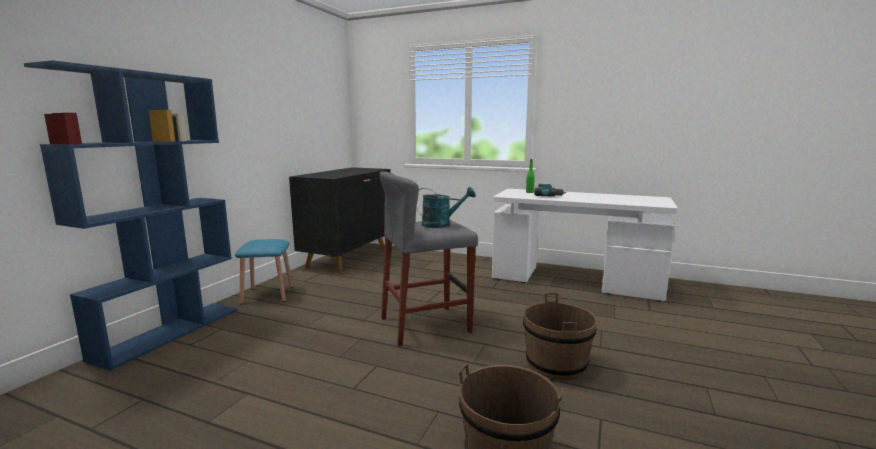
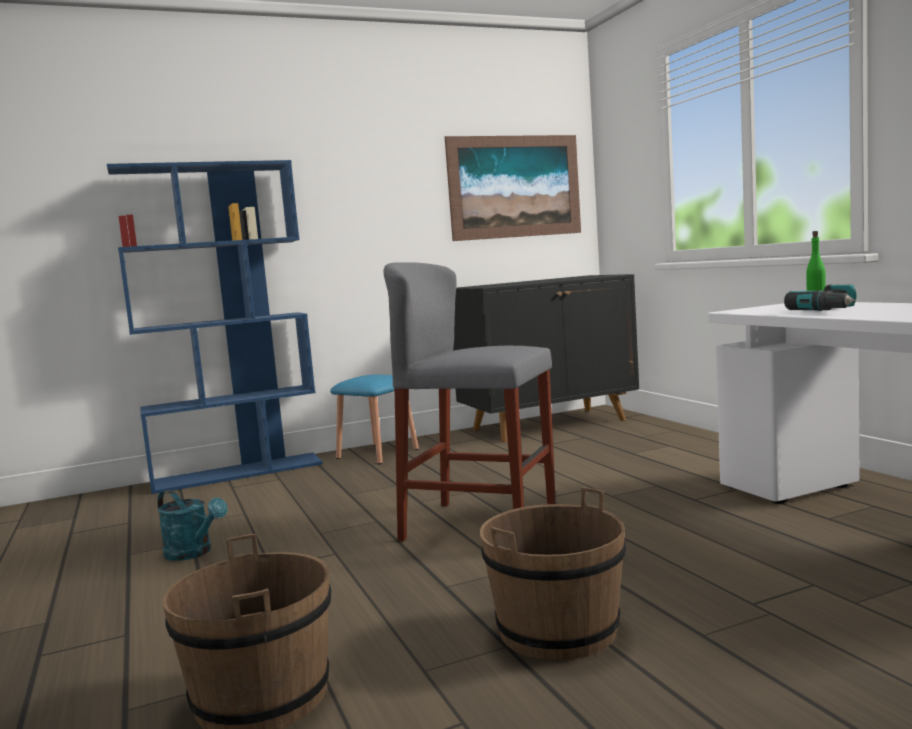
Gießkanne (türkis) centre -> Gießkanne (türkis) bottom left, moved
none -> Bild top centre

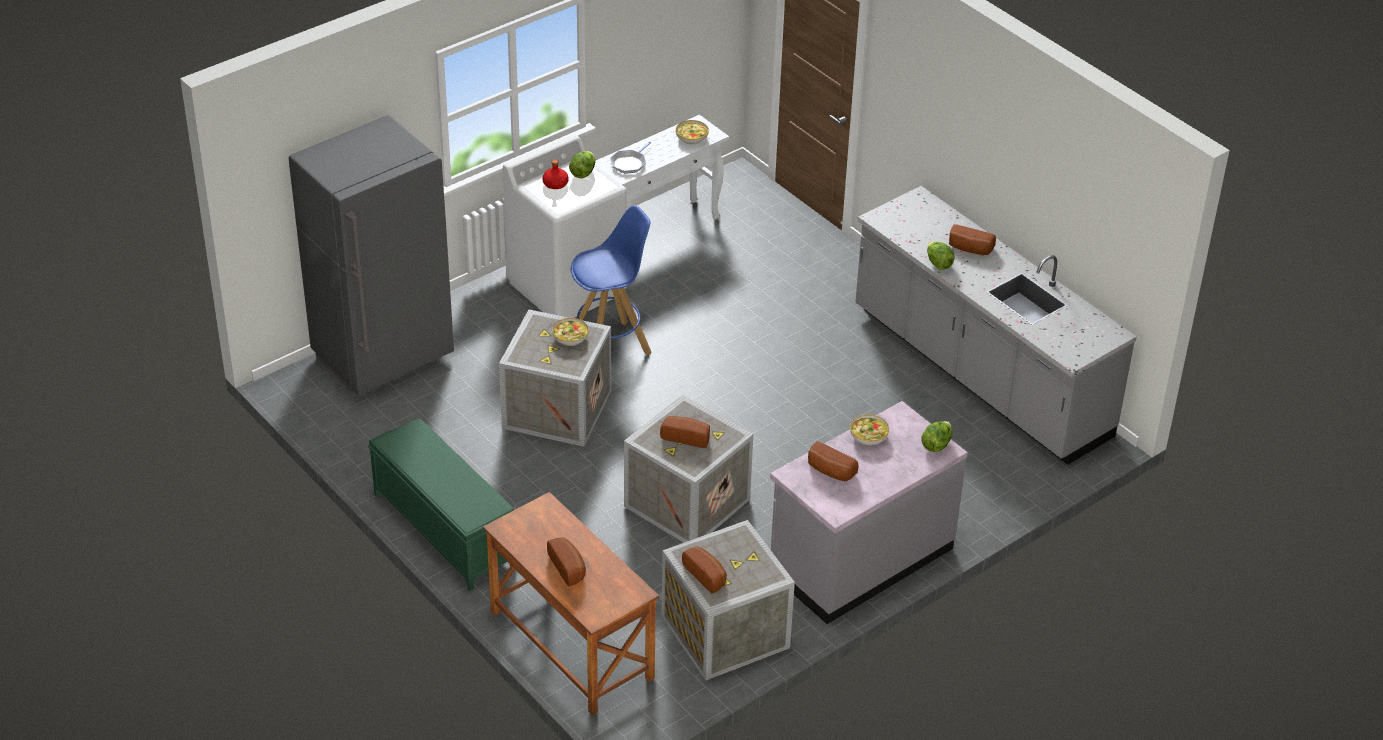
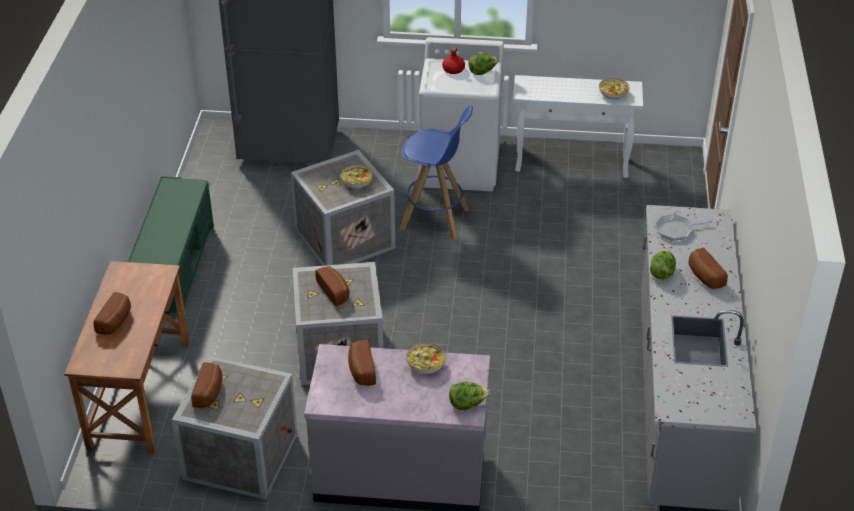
Pfanne top centre -> Pfanne middle right, moved

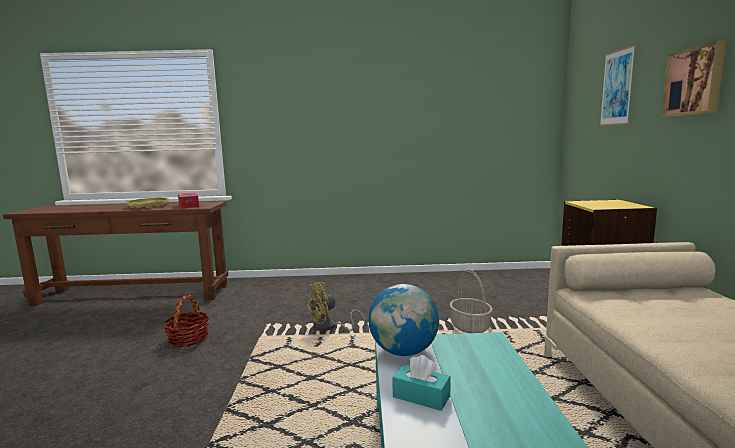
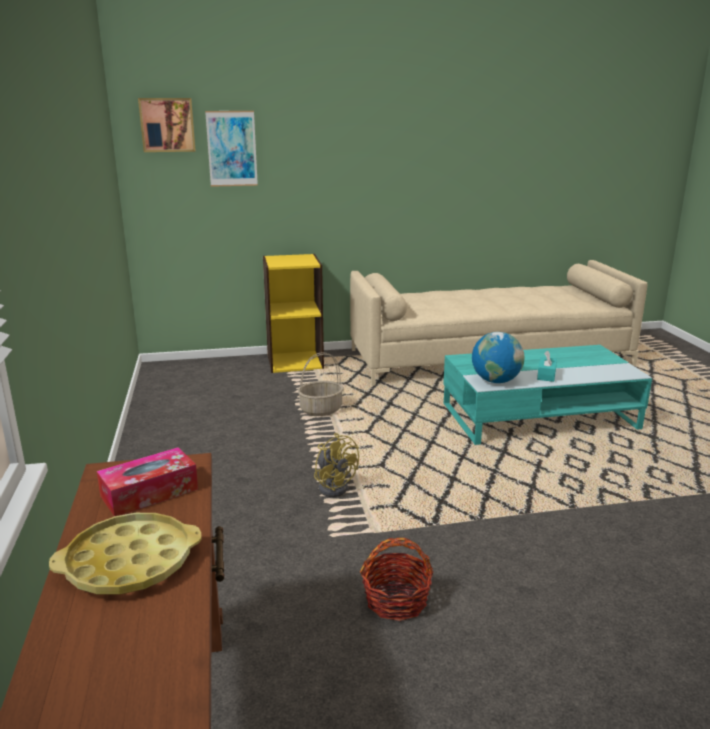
Bild (2nd from left in the first image) top right -> Bild (1st from left) top left, moved

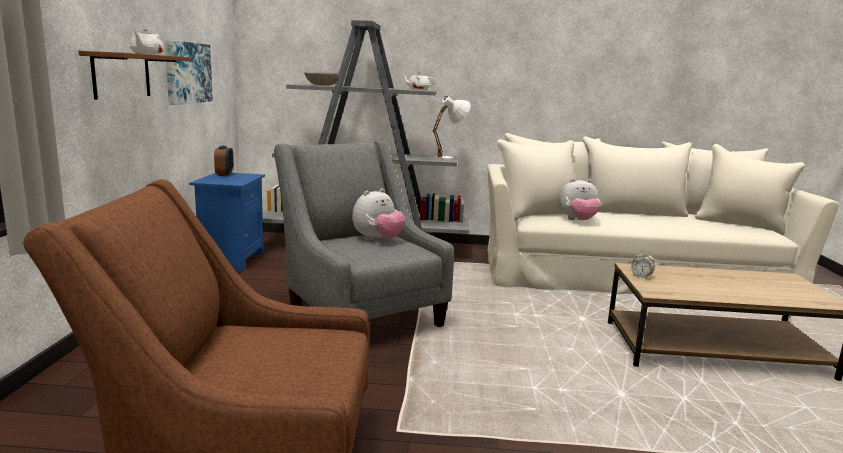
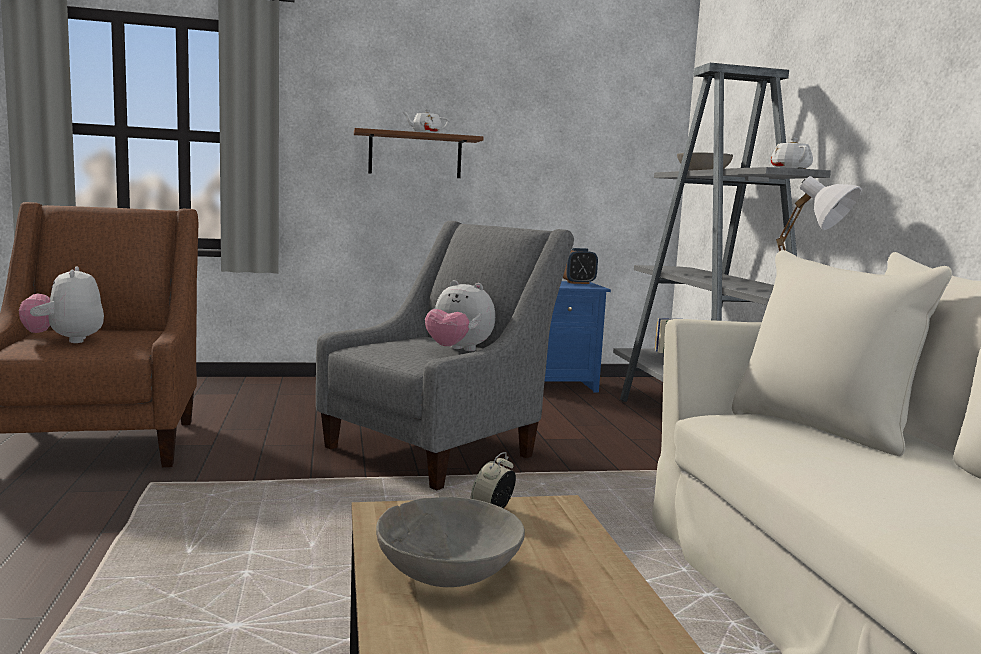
Bild top left -> none
Plüschtier (2nd from left in the first image) middle right -> Plüschtier (1st from left) middle left, moved
none -> Schüssel (grau) (1st from left) bottom centre

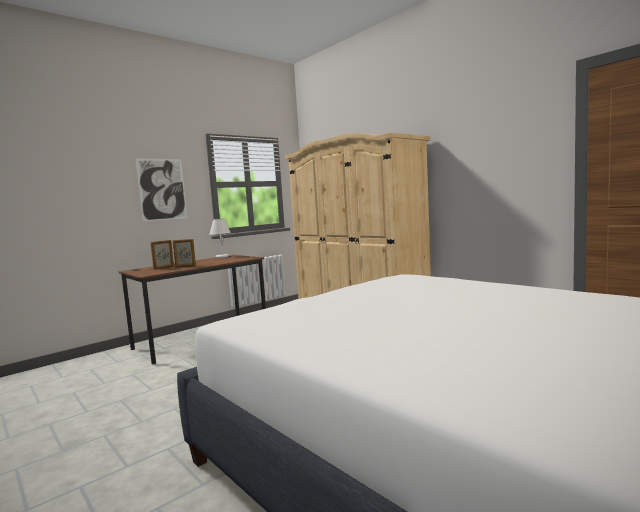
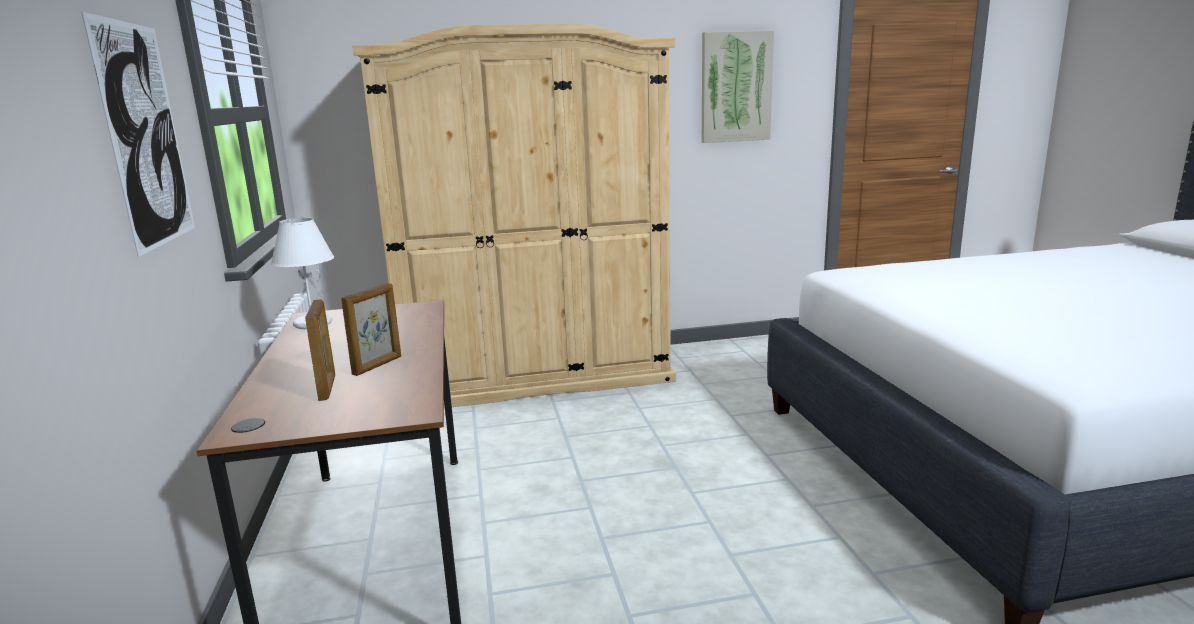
none -> Bild (2nd from left) top centre

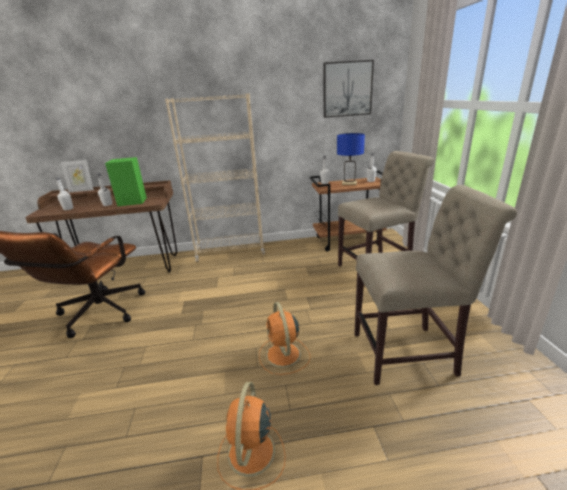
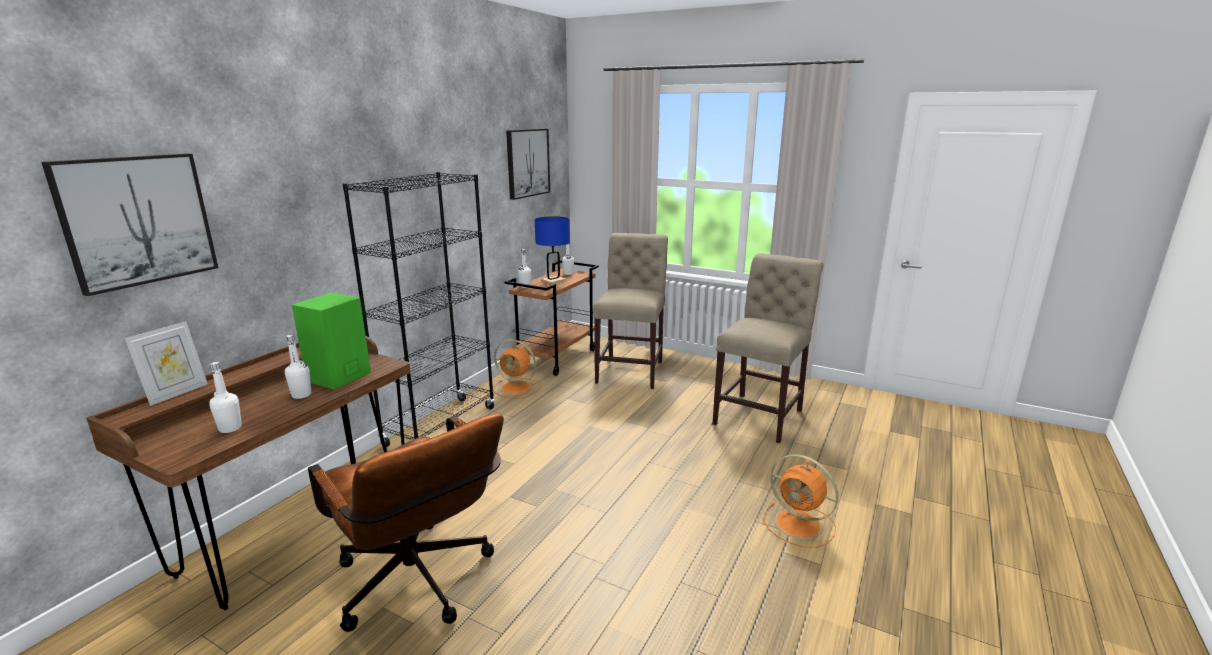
Bücherregal (beige) centre -> Bücherregal (schwarz) centre
Ventilator (orange) (2nd from left in the first image) bottom centre -> Ventilator (orange) (1st from left) centre, moved
none -> Bild (1st from left) middle left

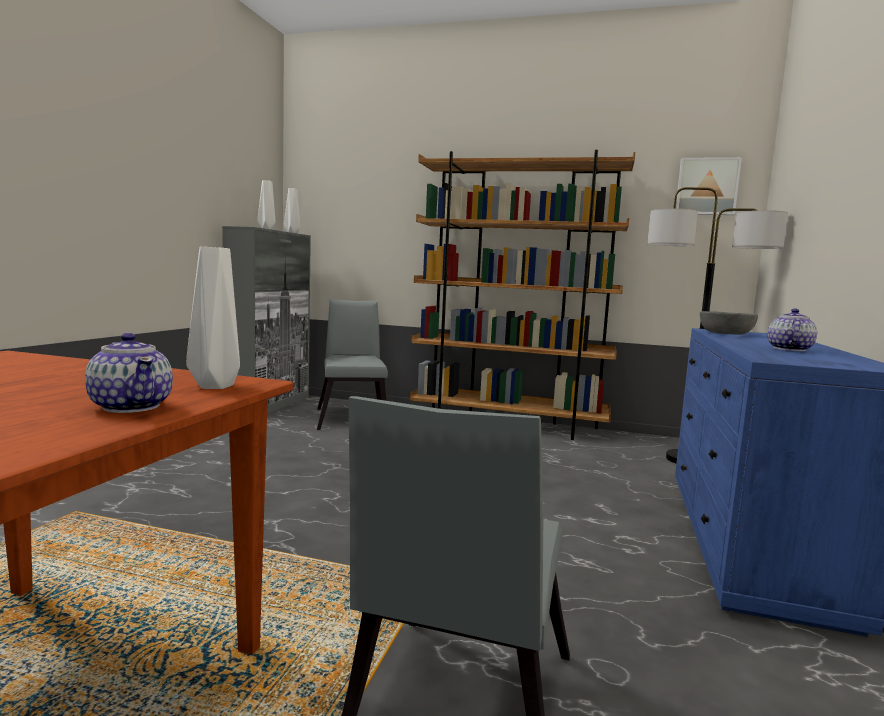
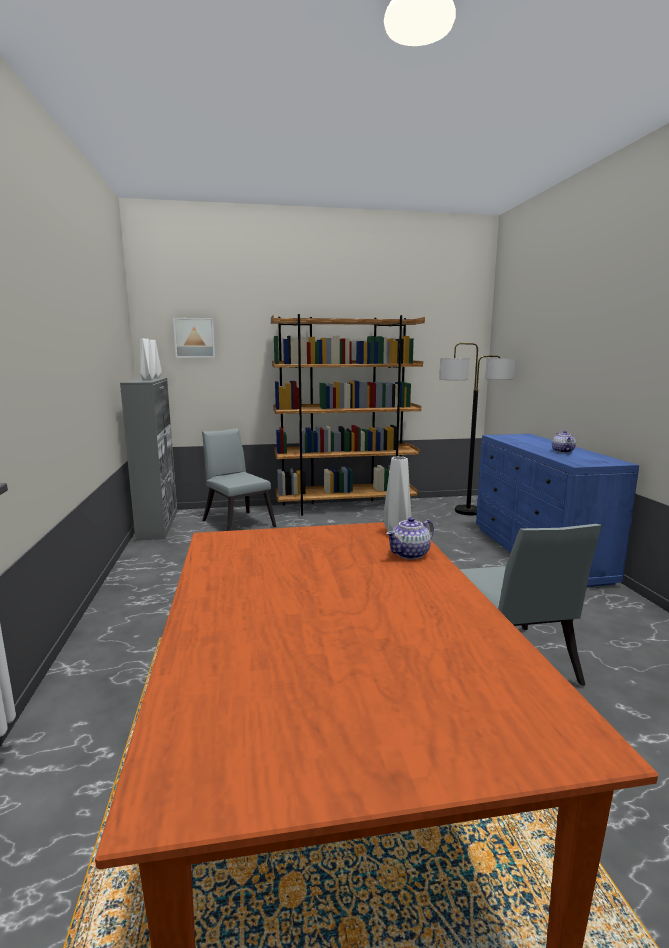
Bild top right -> Bild middle left, moved
Schüssel (grau) middle right -> none
Teekanne (1st from left) middle left -> Teekanne (1st from left) centre, 120 degrees clockwise

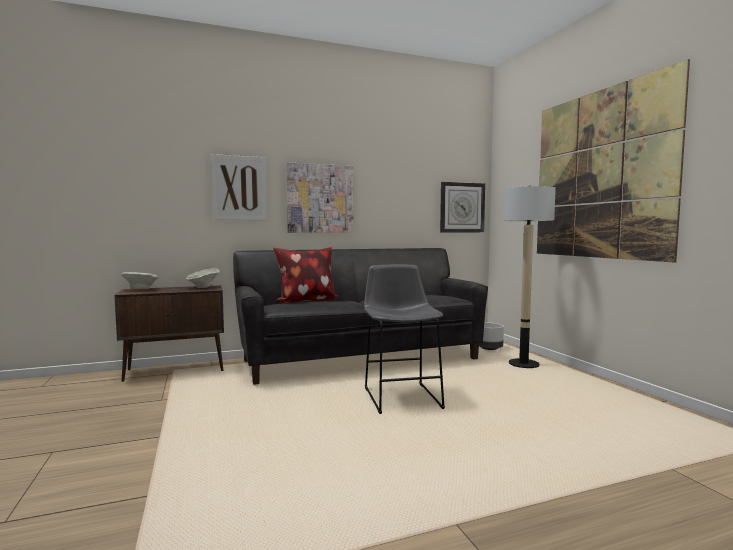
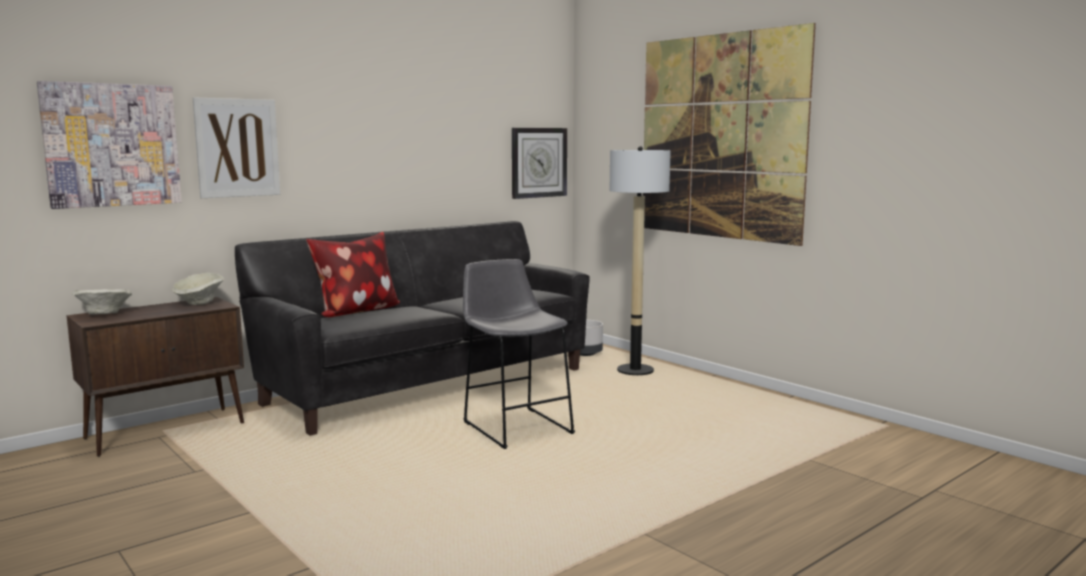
Bild (2nd from left in the first image) centre -> Bild (1st from left) top left, moved

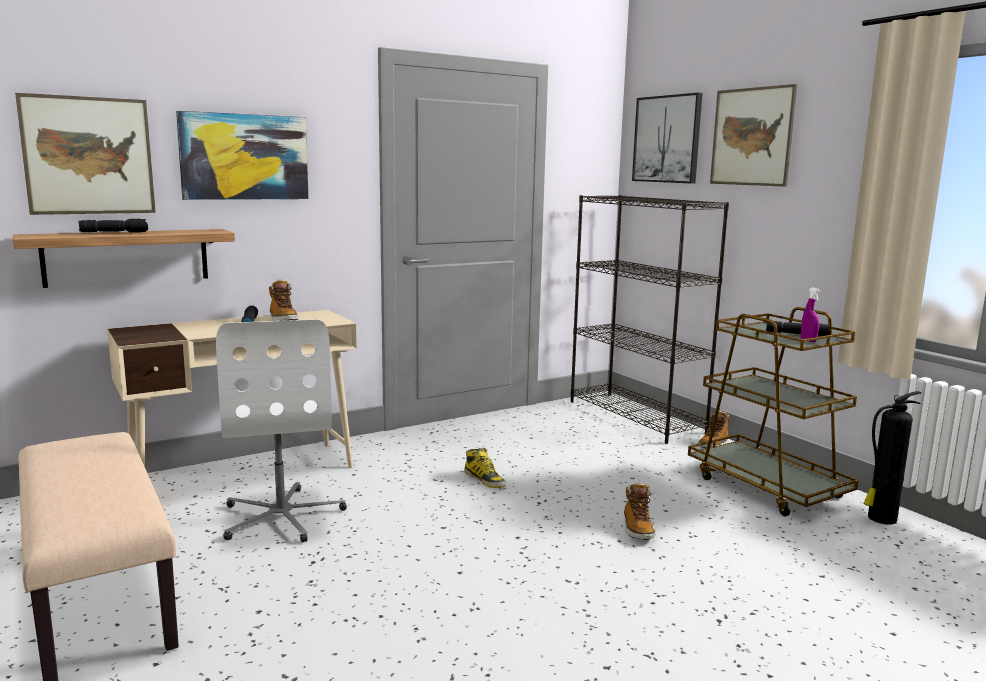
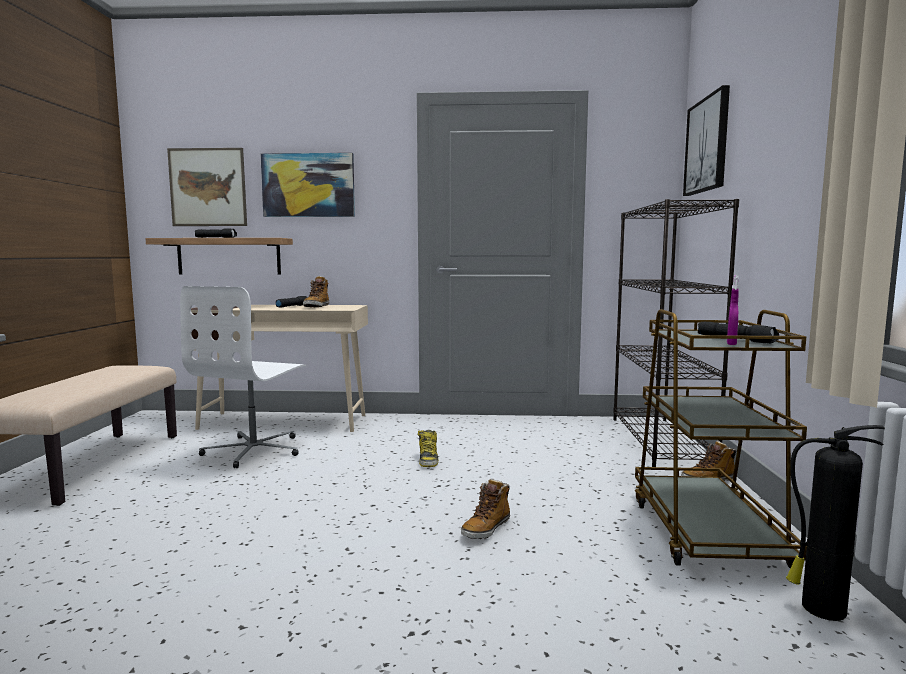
Bild (4th from left) top right -> none

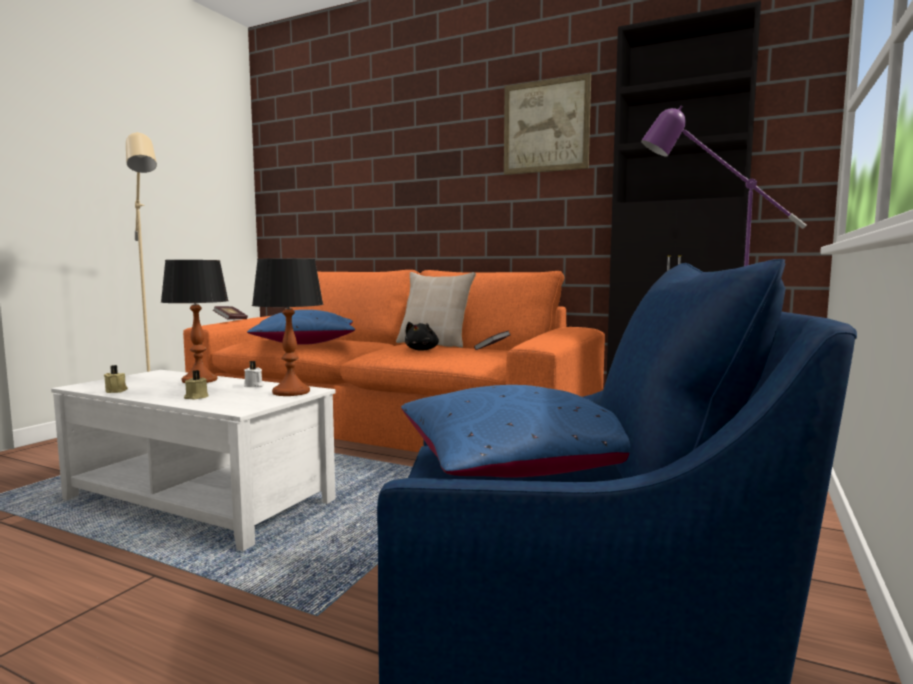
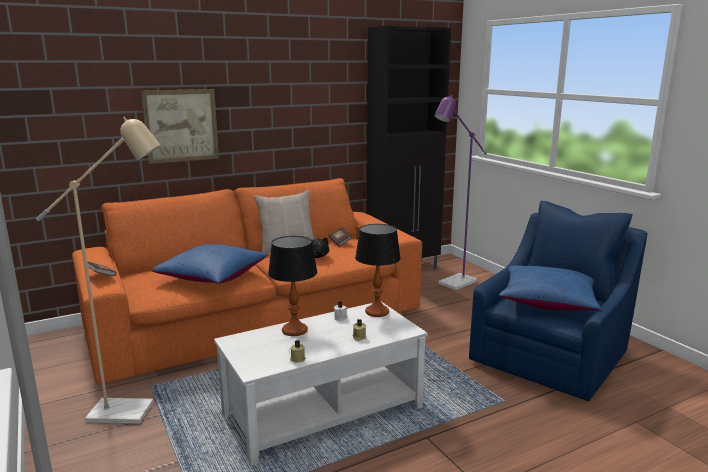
Bild top centre -> Bild top left, moved

